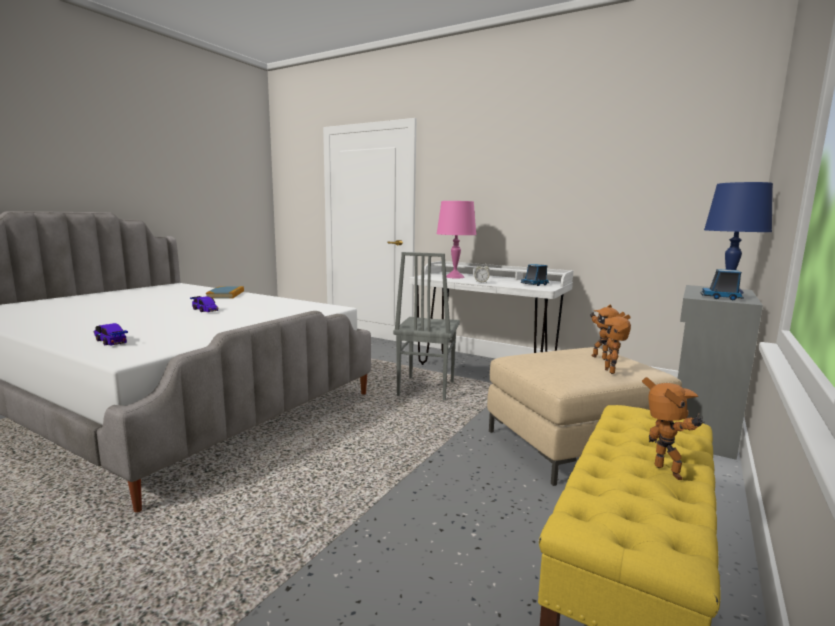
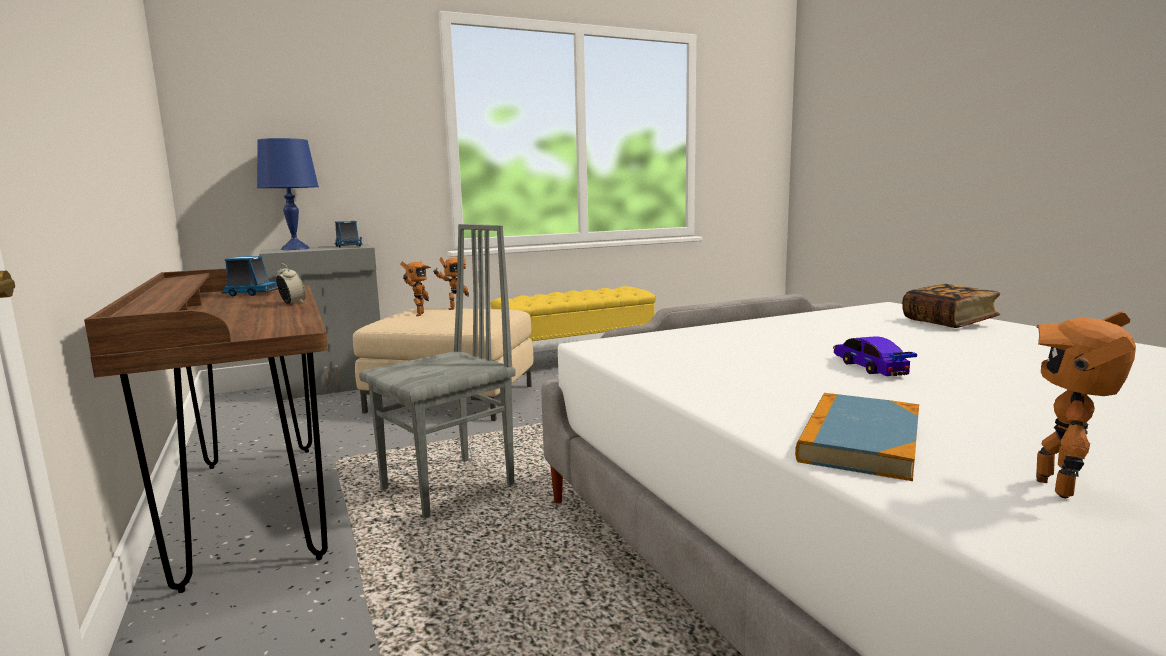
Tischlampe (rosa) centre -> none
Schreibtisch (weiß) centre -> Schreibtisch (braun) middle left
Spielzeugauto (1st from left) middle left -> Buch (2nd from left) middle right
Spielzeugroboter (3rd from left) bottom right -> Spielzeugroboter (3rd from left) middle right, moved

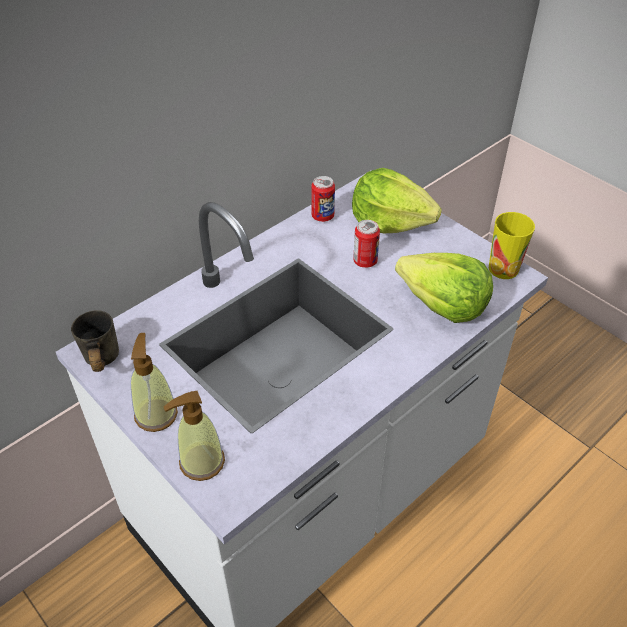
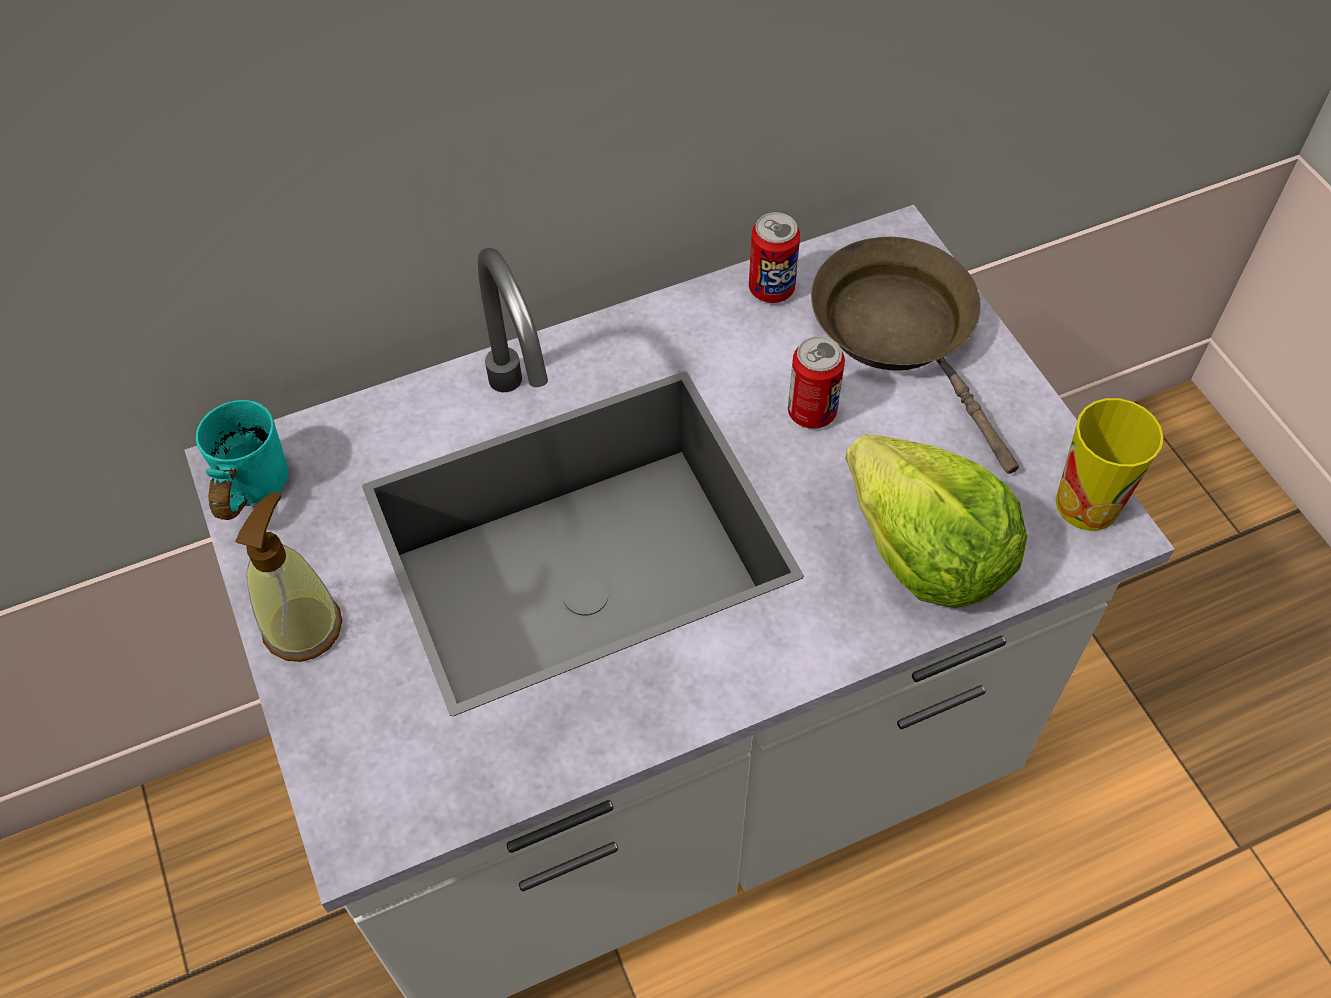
Salatkopf (1st from left) top centre -> Pfanne (braun) middle right
Henkelbecher (grau) middle left -> Henkelbecher (türkis) middle left
Seifenspender (2nd from left) bottom left -> none

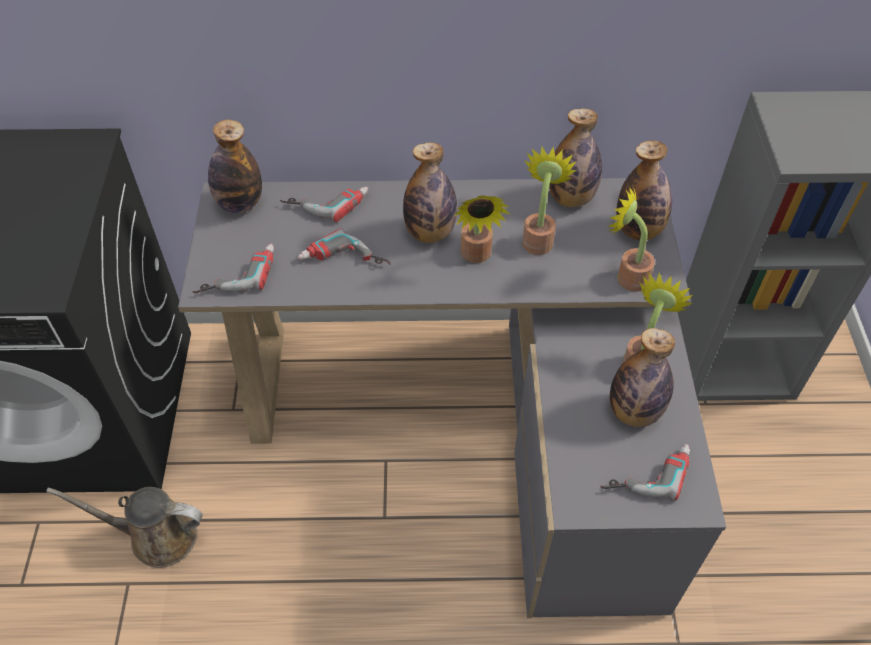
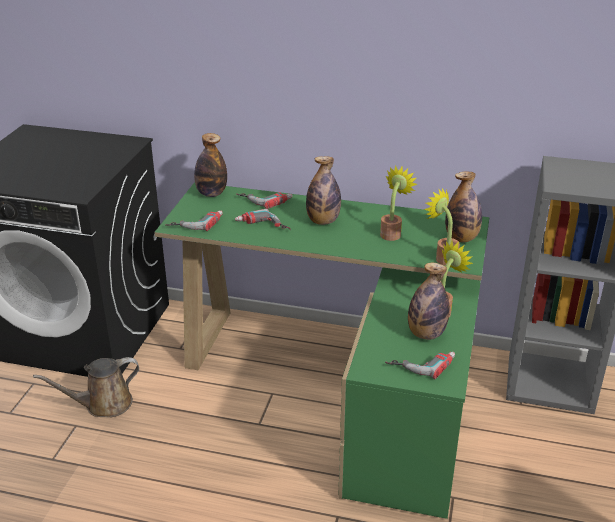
Flasche (3rd from left) top centre -> none
Schreibtisch (grau) centre -> Schreibtisch (grün) bottom centre
Topfpflanze (1st from left) centre -> none
Gießkanne (braun) bottom left, 45 degrees counterclockwise

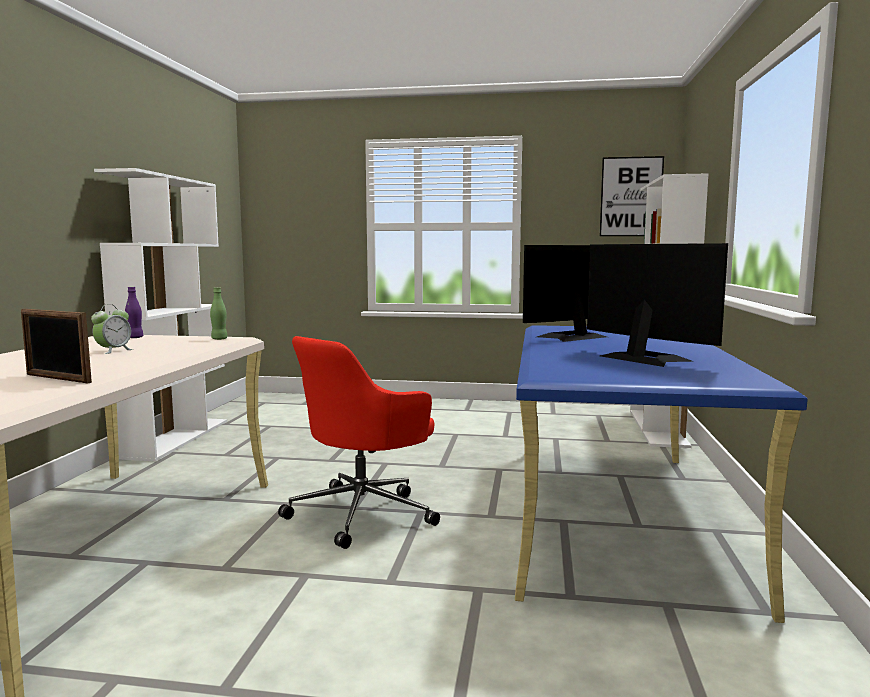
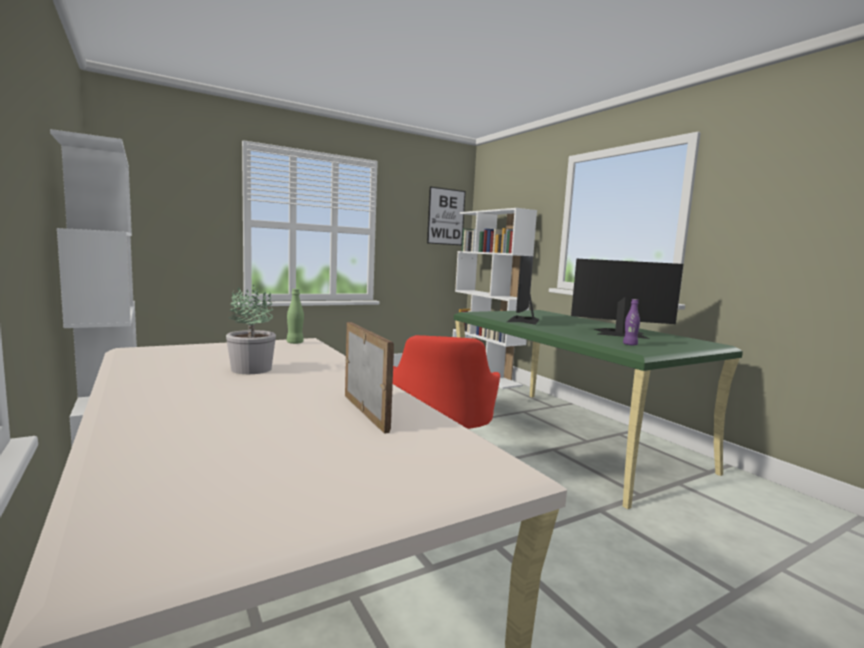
Flasche (lila) middle left -> Flasche (lila) middle right, moved
Wecker middle left -> Topfpflanze middle left
Bilderrahmen middle left -> Bilderrahmen centre, 105 degrees counterclockwise
Schreibtisch (blau) bottom right -> Schreibtisch (grün) middle right

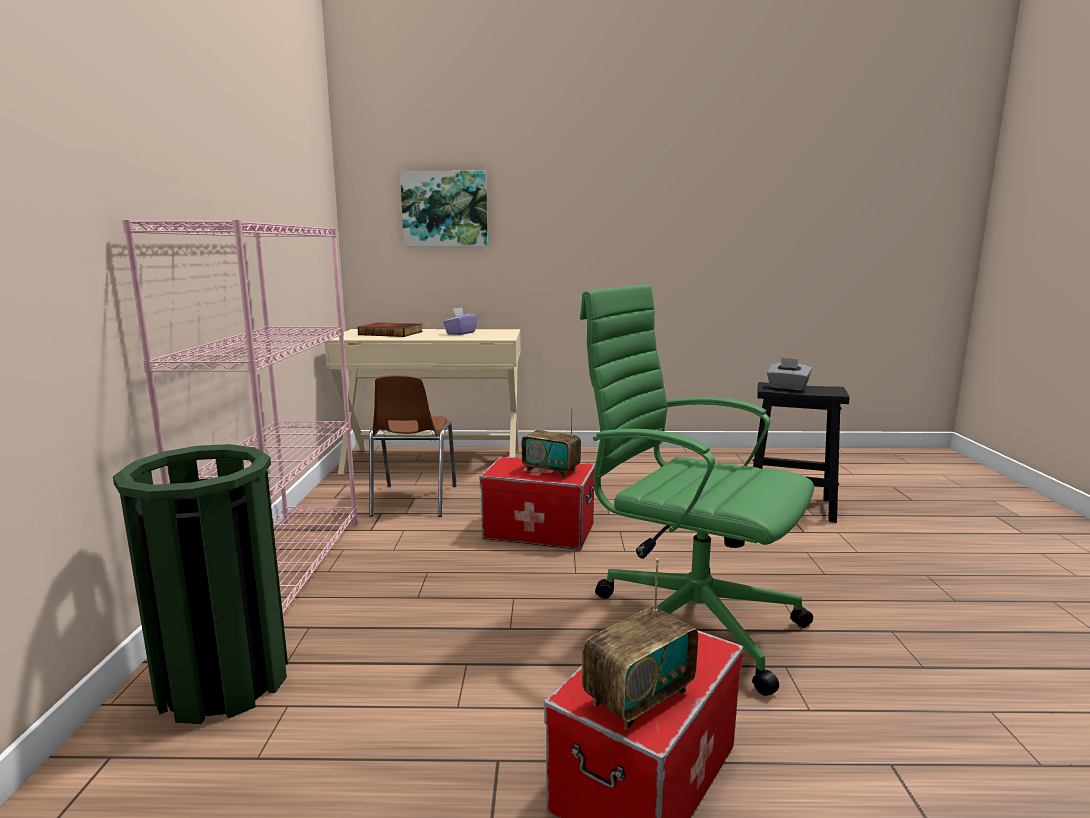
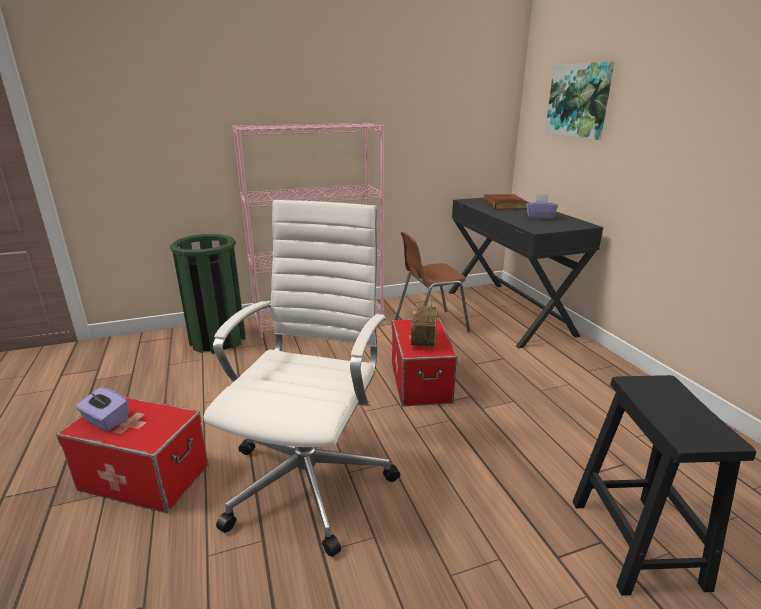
Bürostuhl (grün) centre -> Bürostuhl (weiß) centre
Schreibtisch (beige) centre -> Schreibtisch (schwarz) middle right
Taschentuchbox (grau) middle right -> none
Radio (2nd from left) bottom centre -> Taschentuchbox (lila) (1st from left) bottom left

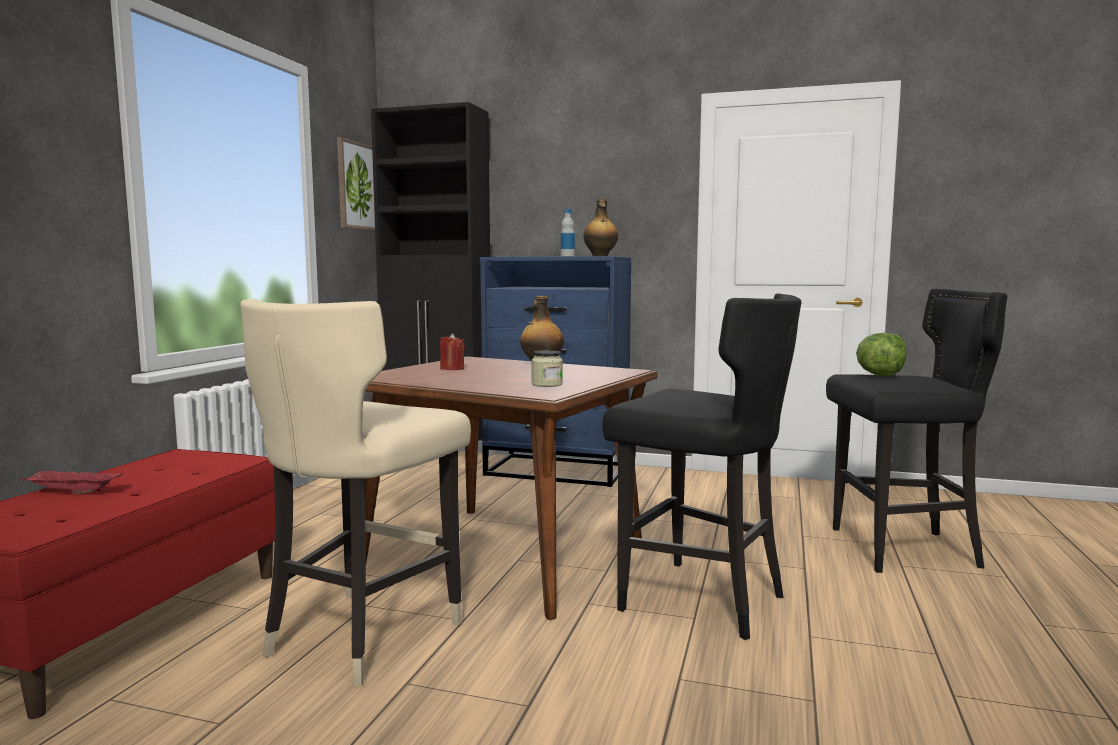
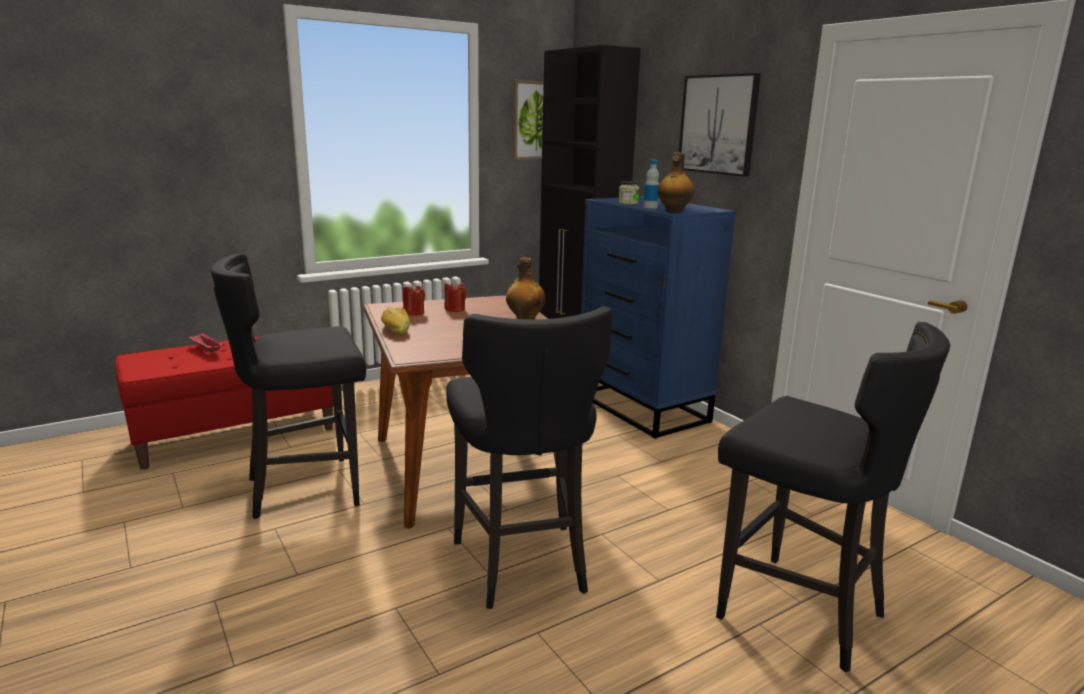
Hocker (beige) middle left -> Hocker (schwarz) (1st from left) middle left
Salatkopf middle right -> none
Vorratsglas centre -> Vorratsglas top centre, moved
none -> Bild (2nd from left) top centre
none -> Kerze (rot) (1st from left) centre
none -> Brot centre

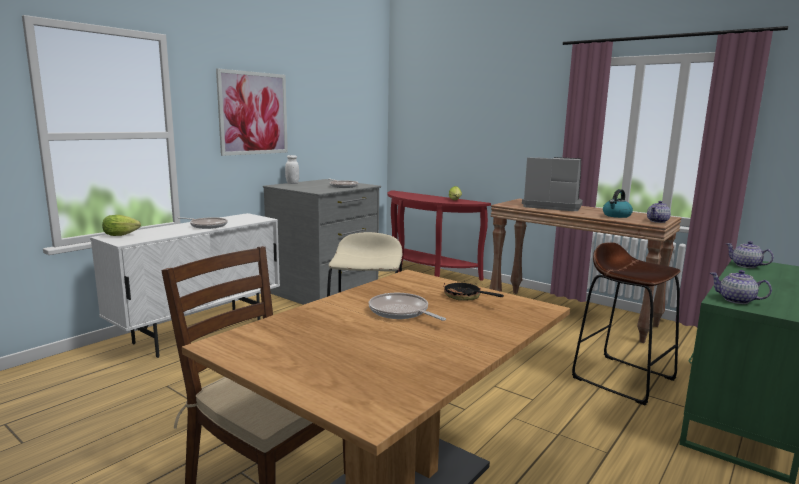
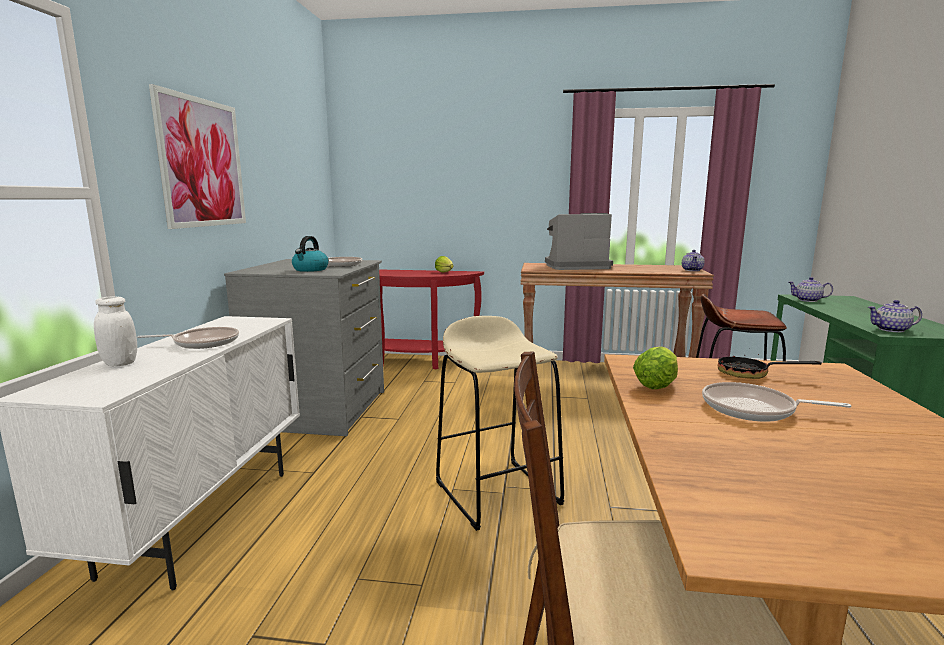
Vorratsglas (weiß) centre -> Vorratsglas (weiß) middle left, moved
Wasserkessel middle right -> Wasserkessel middle left, moved
Salatkopf (1st from left in the first image) middle left -> Salatkopf (2nd from left) middle right, moved

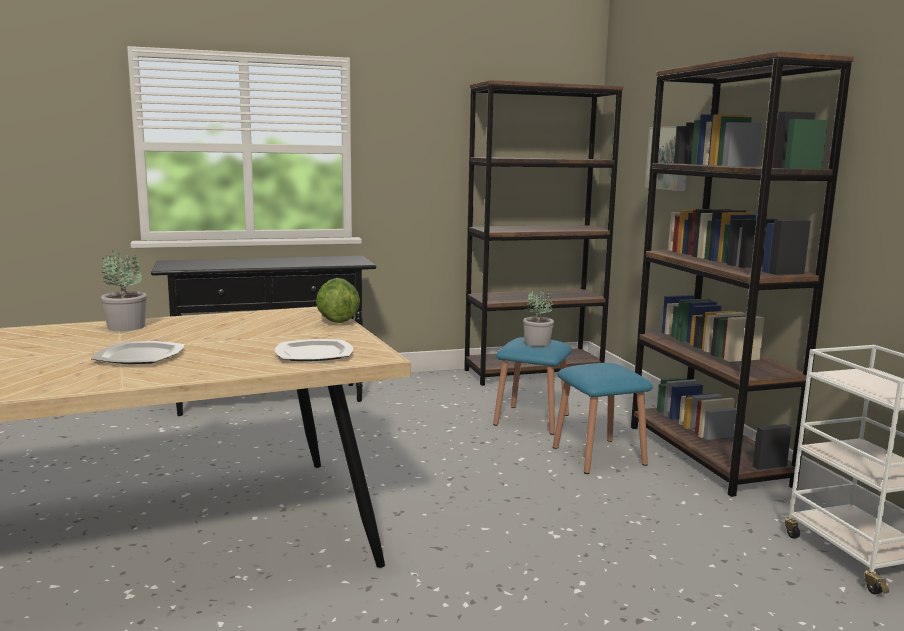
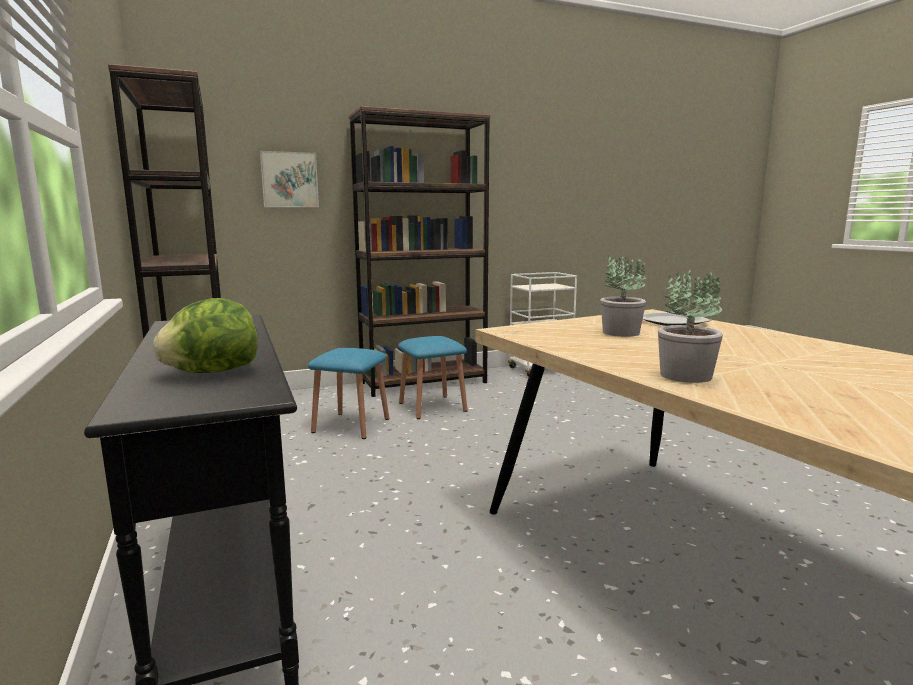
Salatkopf centre -> Salatkopf middle left, moved
Topfpflanze (2nd from left in the first image) centre -> Topfpflanze (1st from left) middle right, moved
Teller (1st from left) middle left -> none

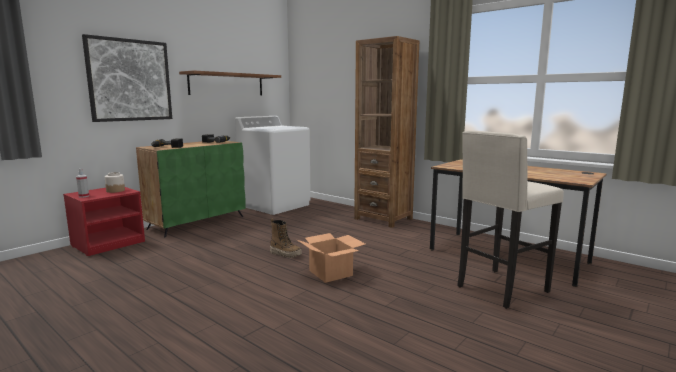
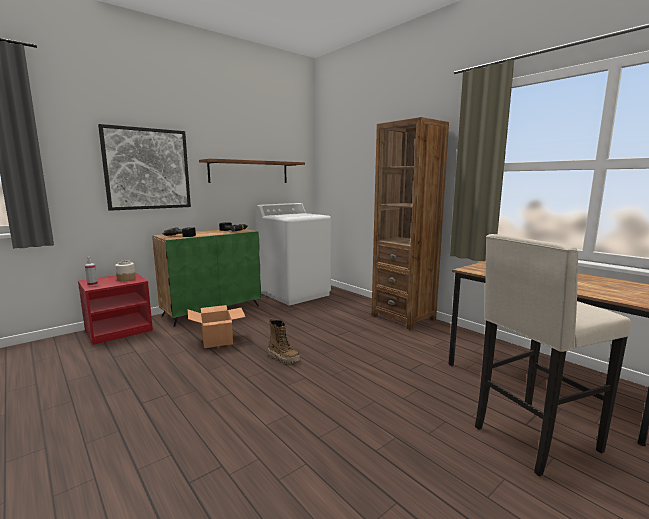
Karton bottom centre -> Karton centre, moved

